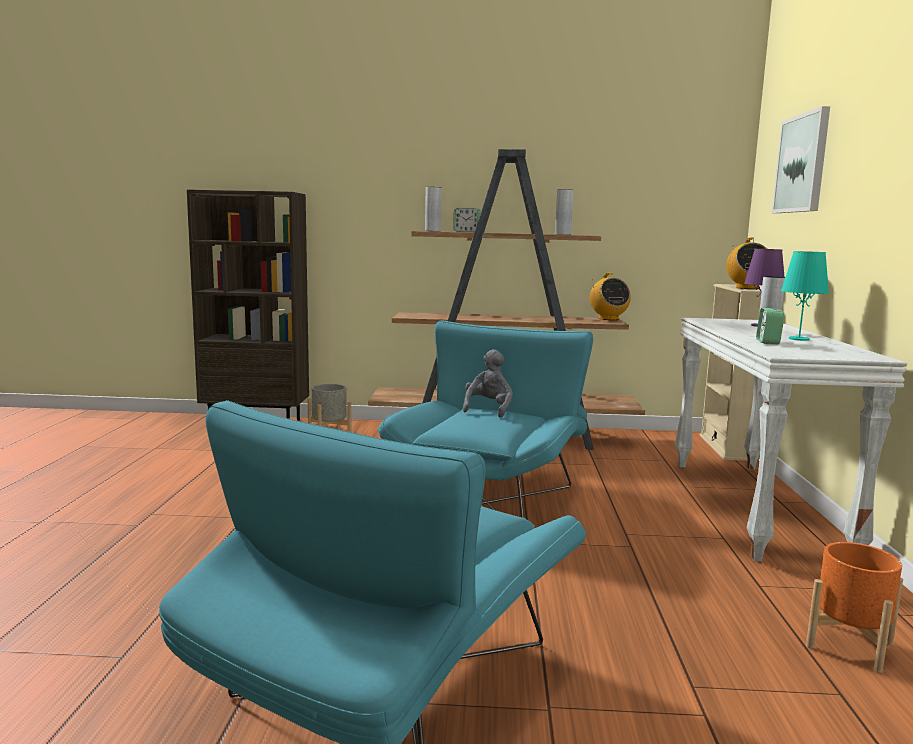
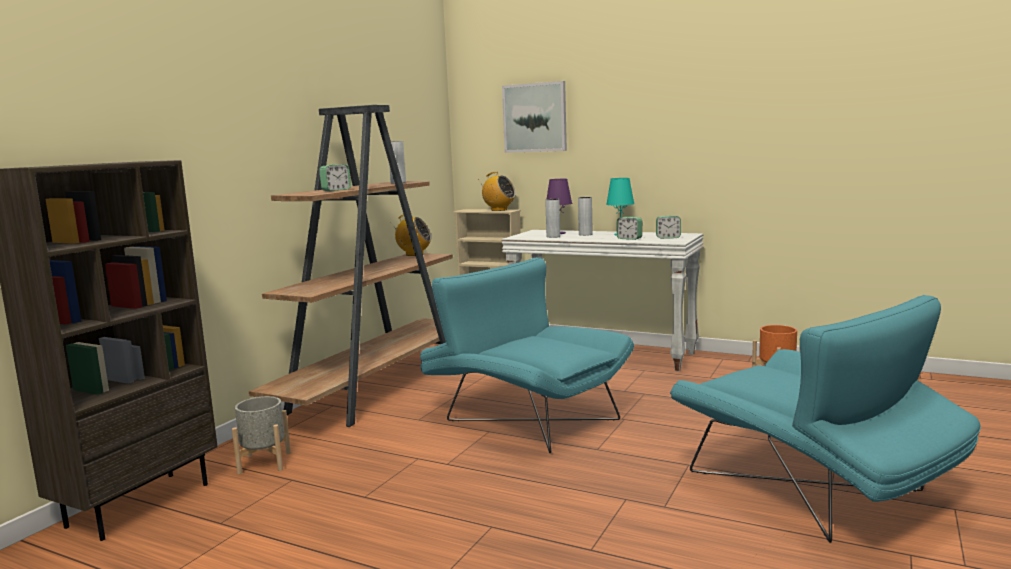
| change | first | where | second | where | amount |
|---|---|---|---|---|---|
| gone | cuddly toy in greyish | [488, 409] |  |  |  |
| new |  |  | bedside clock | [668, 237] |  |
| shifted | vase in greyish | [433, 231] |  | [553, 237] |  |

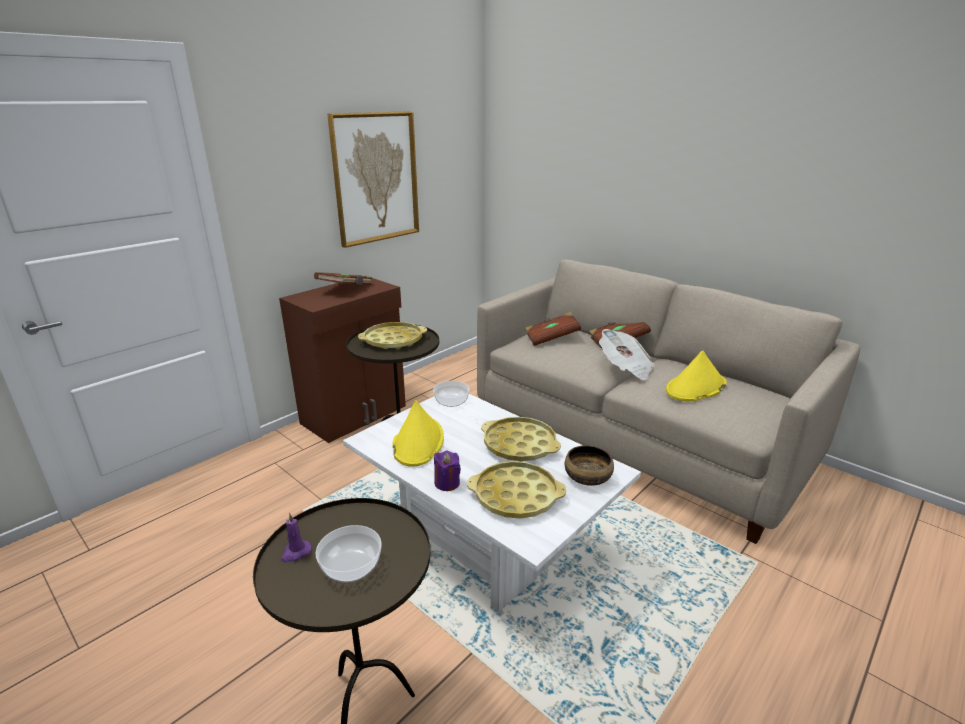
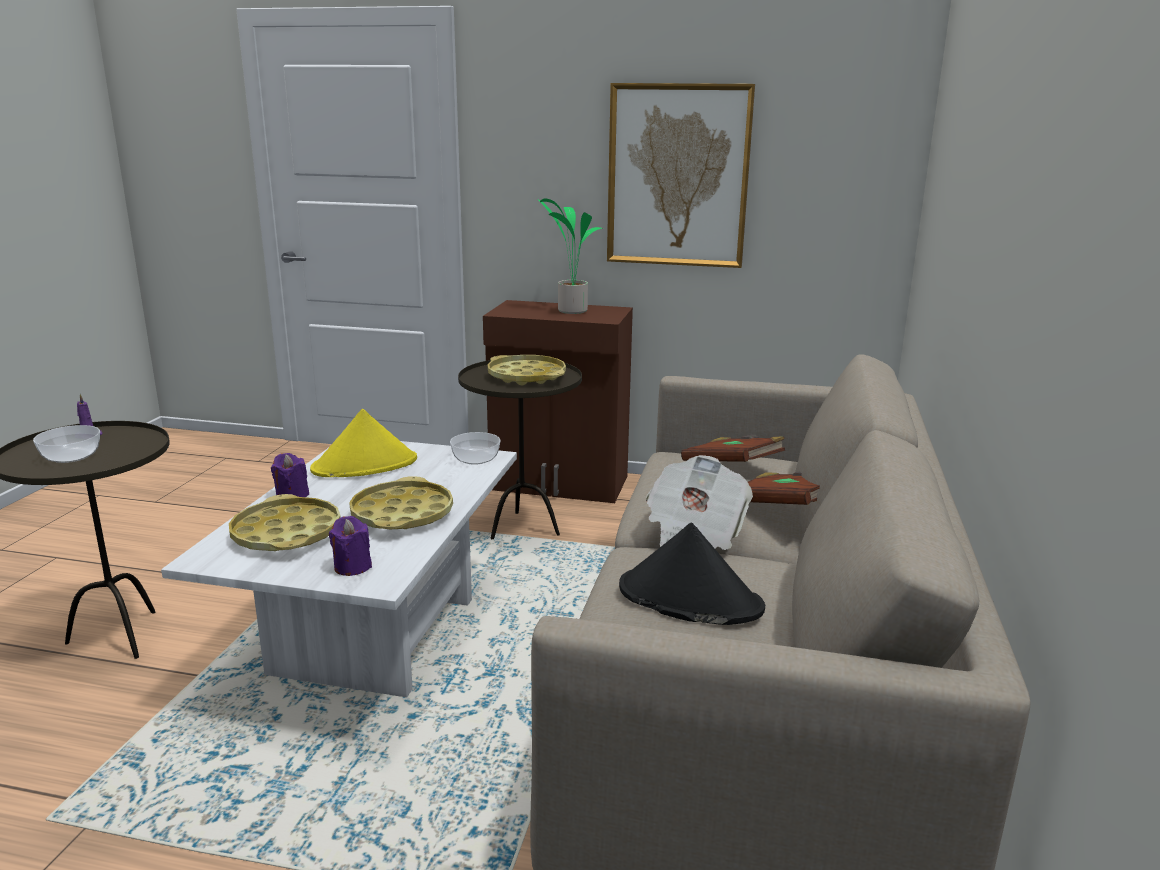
| change | first | where | second | where | amount |
|---|---|---|---|---|---|
| swapped | book in brown | [346, 289] | potted plant | [570, 311] |  |
| swapped | bowl | [587, 477] | wax light in purple | [352, 567] |  |
| repainted | hat in yellow | [695, 388] | hat in blackish | [689, 598] |  |

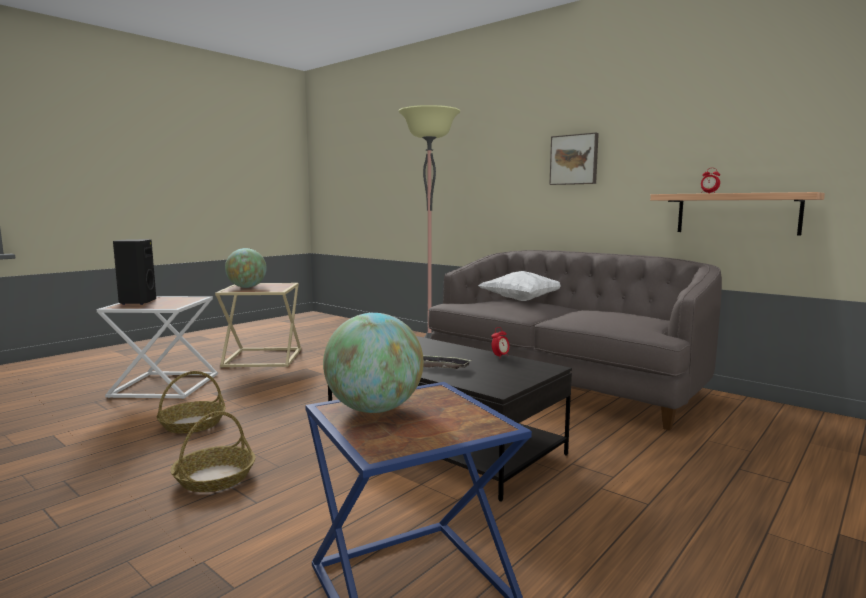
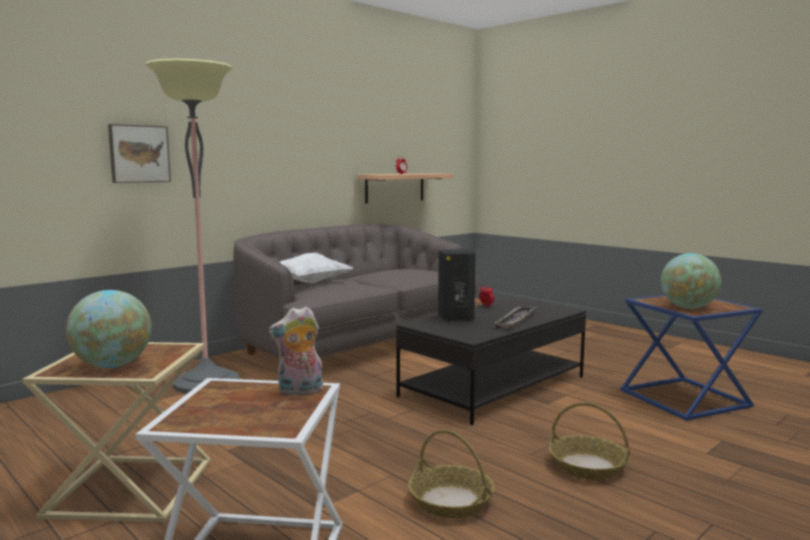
| change | first | where | second | where | amount |
|---|---|---|---|---|---|
| new |  |  | cuddly toy | [299, 392] |  |
| shifted | audio speaker in blackish | [137, 302] |  | [457, 318] |  |
| shifted | wall art | [574, 159] |  | [139, 154] |  |

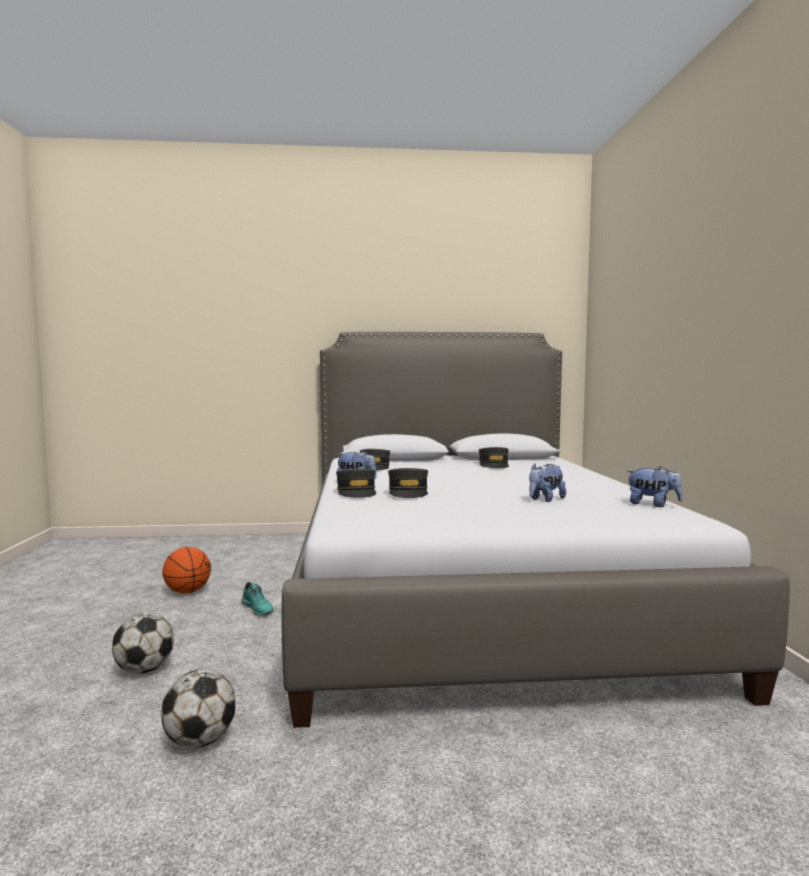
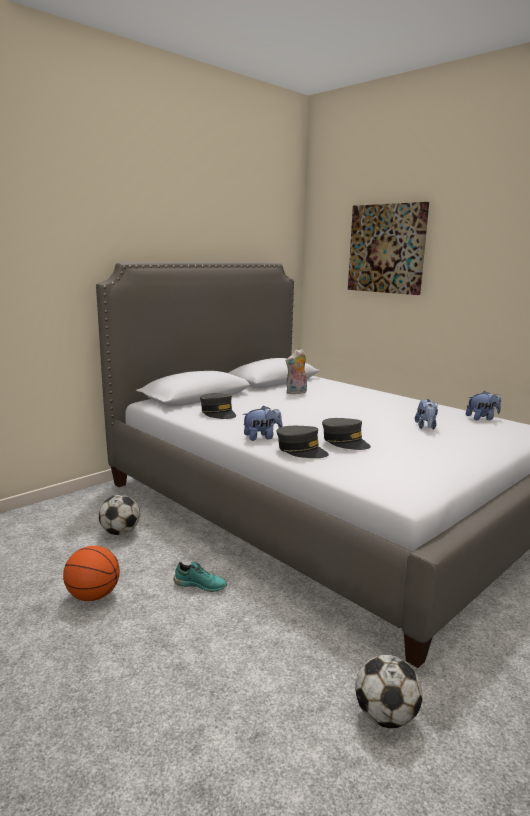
| change | first | where | second | where | amount |
|---|---|---|---|---|---|
| new |  |  | wall art | [387, 249] |  |
| shifted | football ball | [145, 670] |  | [120, 532] |  |
| swapped | baseball cap in greyish | [494, 465] | cuddly toy | [296, 393] |  |

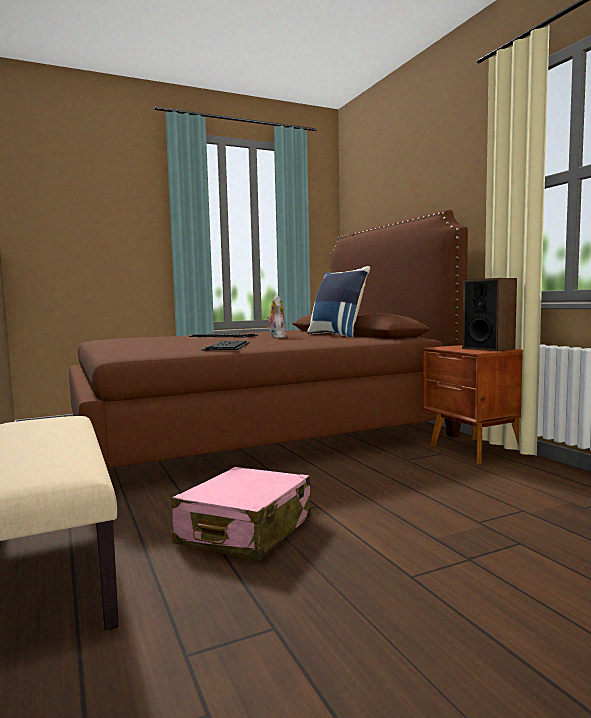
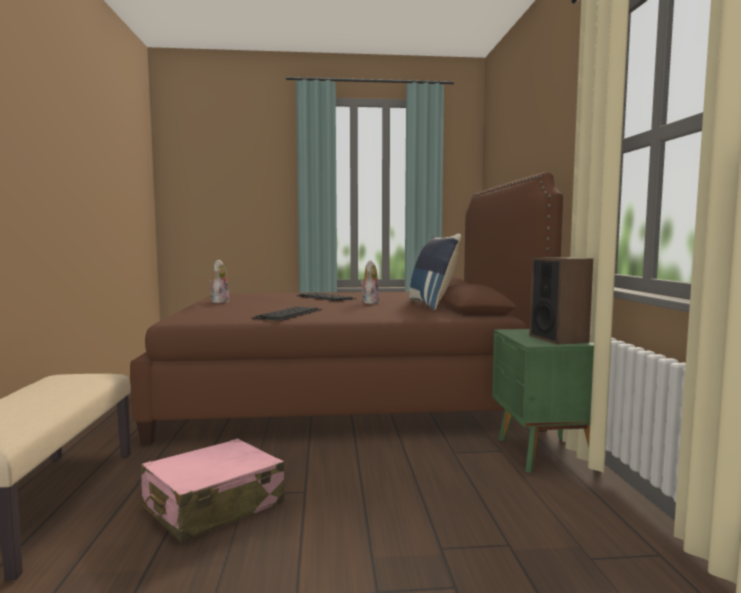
| change | first | where | second | where | amount |
|---|---|---|---|---|---|
| new |  |  | cuddly toy | [219, 302] |  |
| repainted | nightstand in brown | [476, 451] | nightstand in green-coloured | [544, 454] |  |

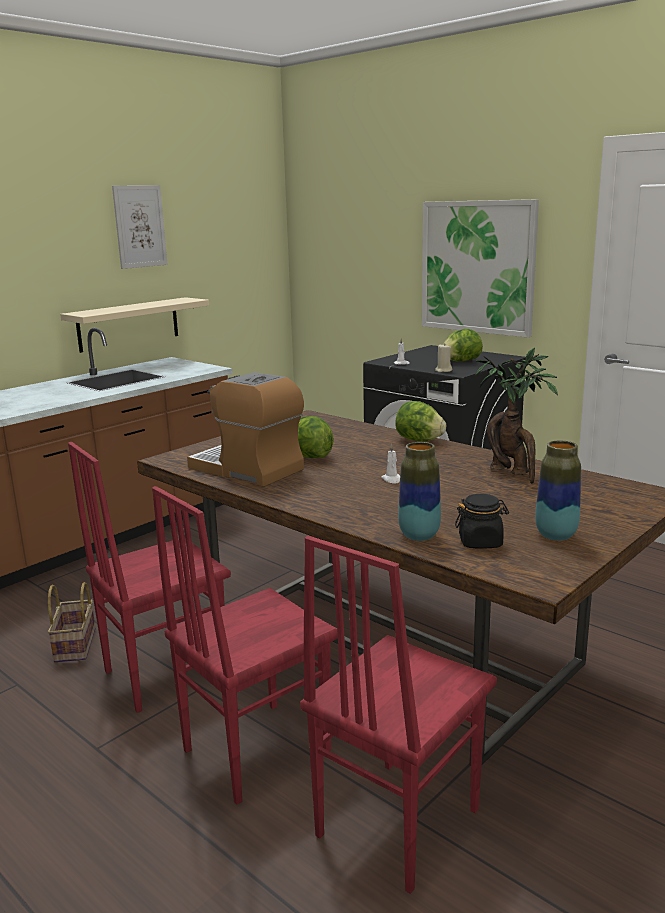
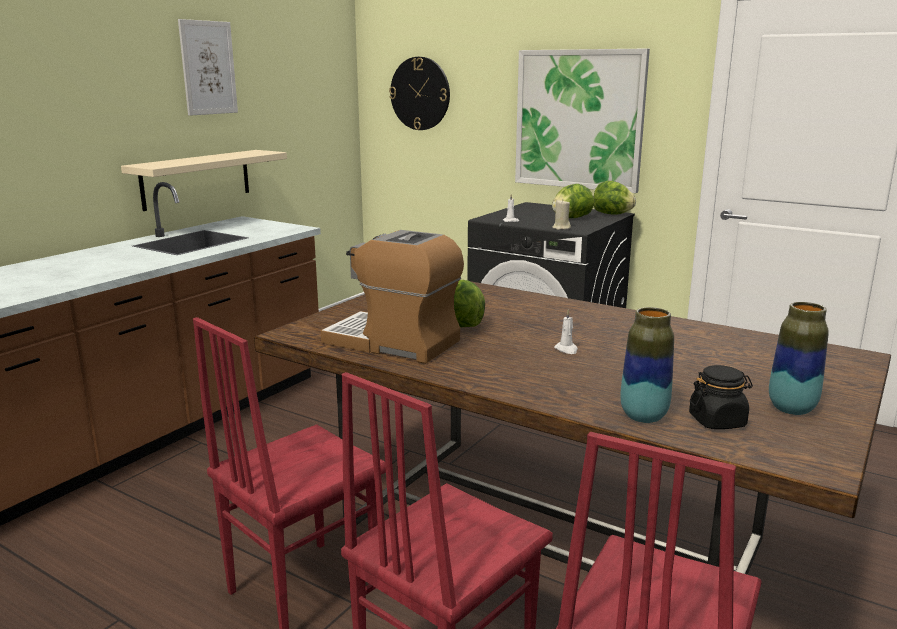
| change | first | where | second | where | amount |
|---|---|---|---|---|---|
| gone | storage basket | [76, 646] |  |  |  |
| gone | potted plant | [512, 473] |  |  |  |
| new |  |  | wall clock | [420, 93] |  |
| shifted | lettuce head | [419, 440] |  | [612, 214] |  |

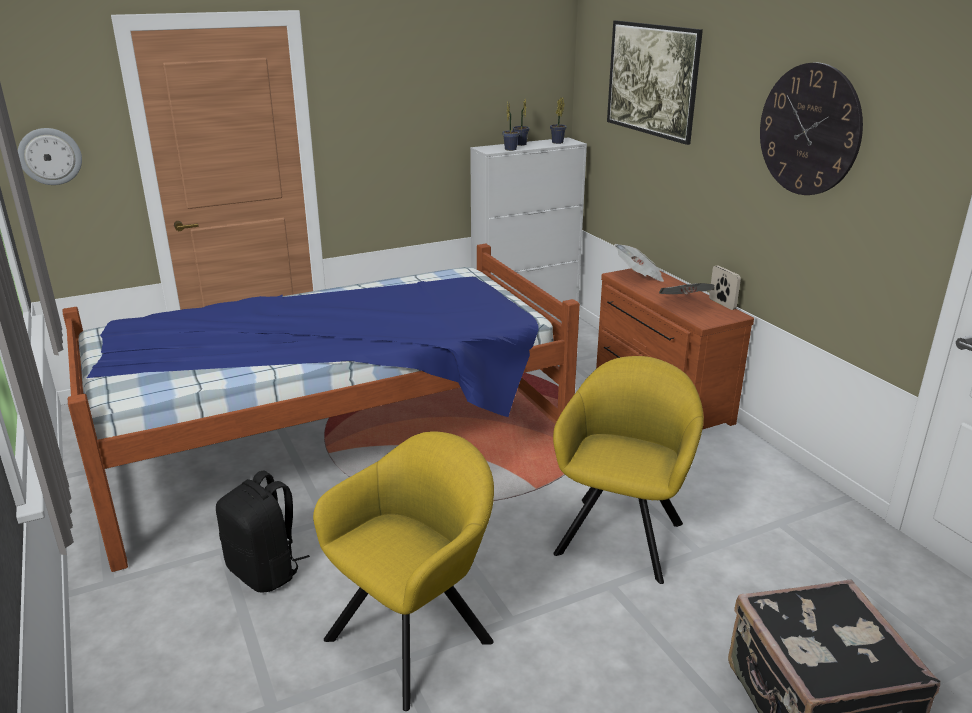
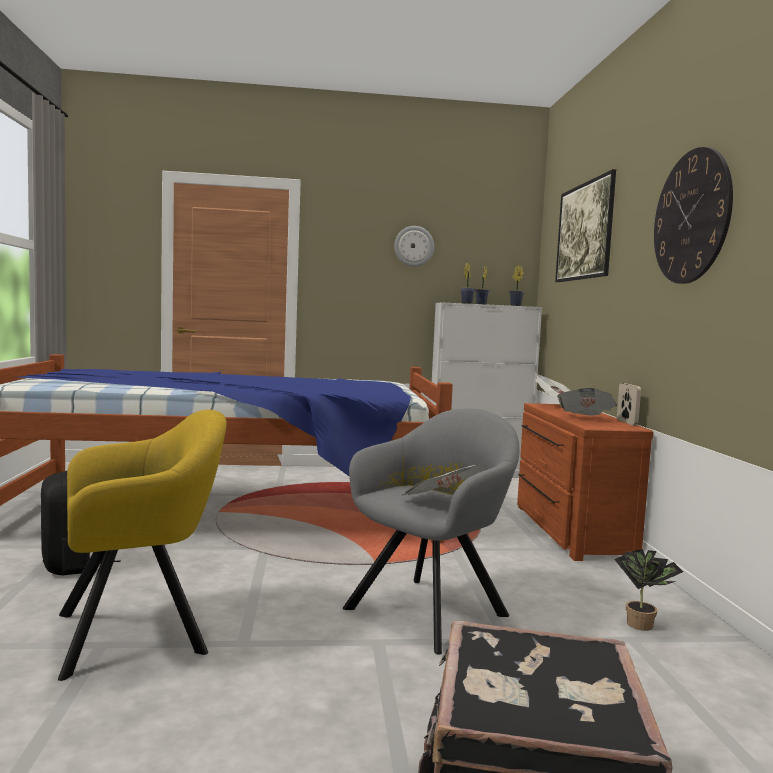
| change | first | where | second | where | amount |
|---|---|---|---|---|---|
| new |  |  | printed paper | [442, 502] |  |
| new |  |  | potted plant | [643, 624] |  |
| shifted | wall clock | [50, 156] |  | [414, 246] |  |
| repainted | armchair in yellow | [622, 533] | armchair in greyish | [432, 609] |  |

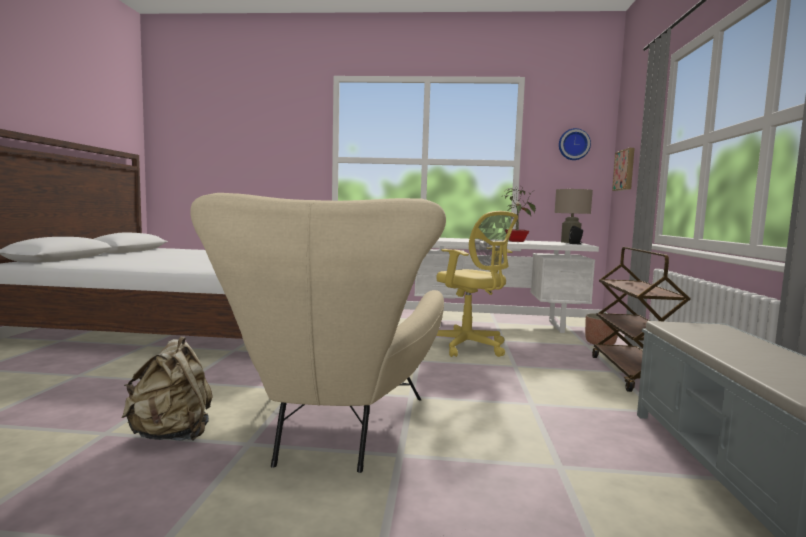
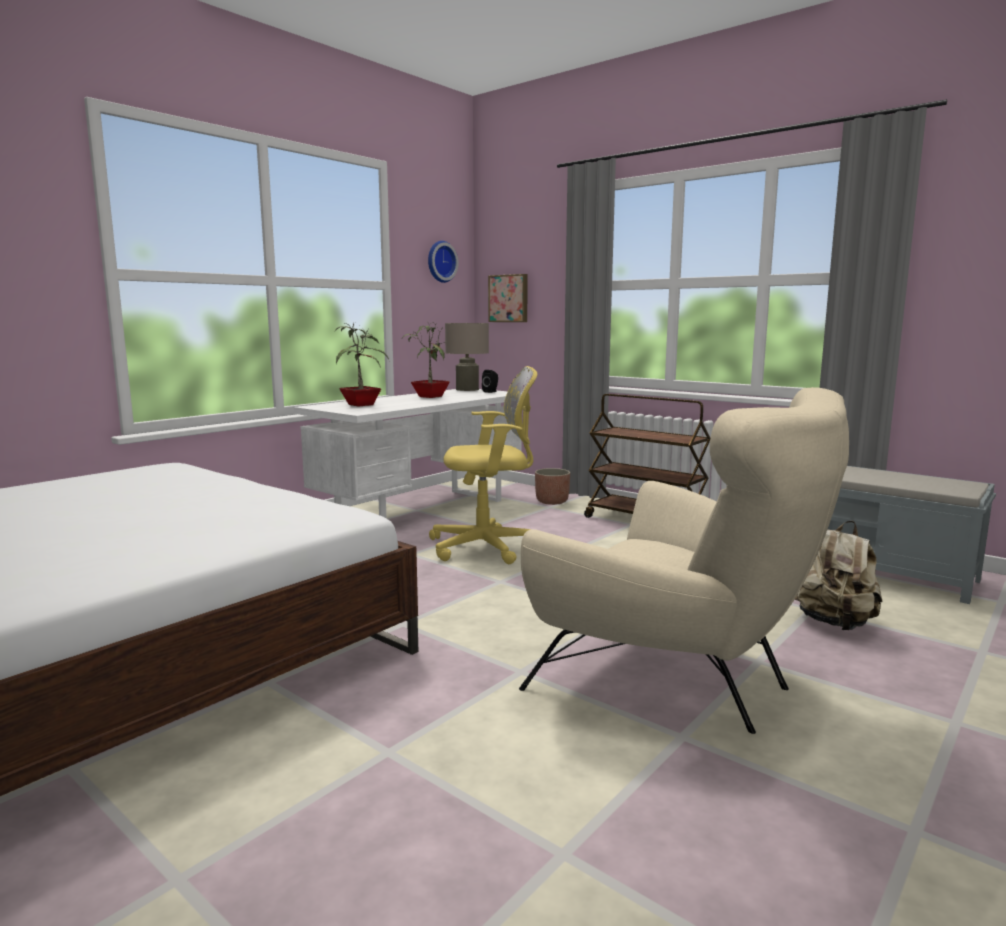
| change | first | where | second | where | amount |
|---|---|---|---|---|---|
| new |  |  | potted plant | [362, 405] |  |
| shifted | rucksack in beige | [172, 435] |  | [835, 623] |  |

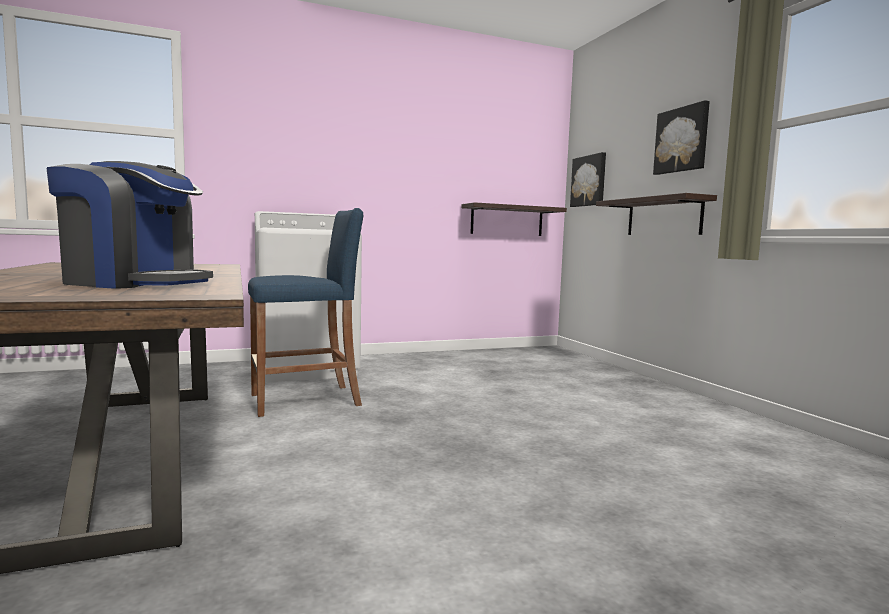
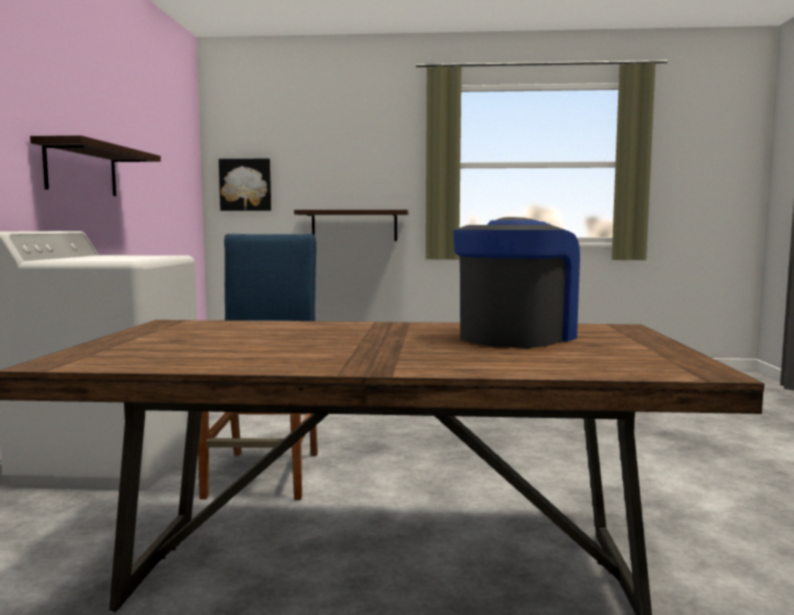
| change | first | where | second | where | amount |
|---|---|---|---|---|---|
| gone | wall art | [682, 140] |  |  |  |
| shifted | shelf | [507, 220] |  | [81, 170] |  |

